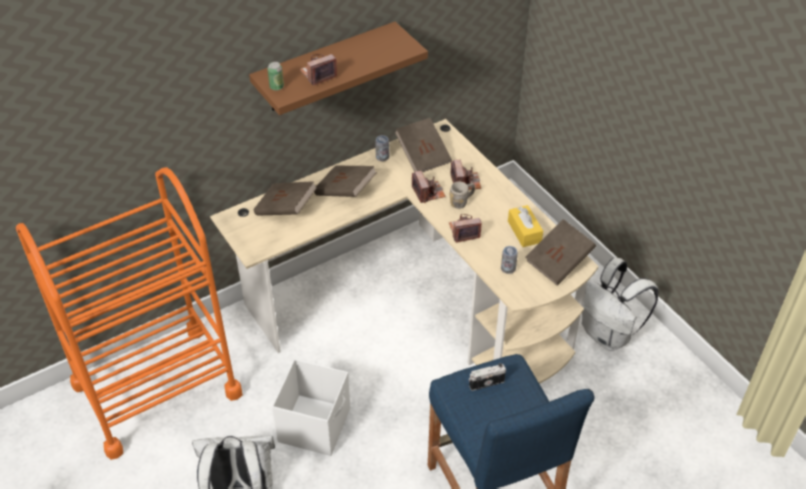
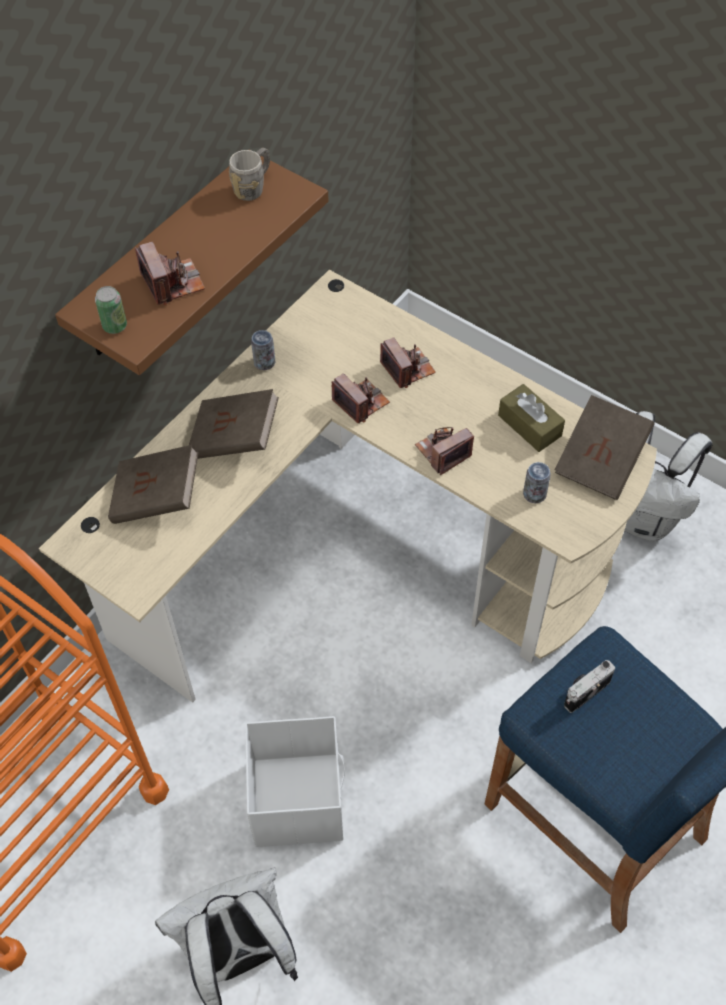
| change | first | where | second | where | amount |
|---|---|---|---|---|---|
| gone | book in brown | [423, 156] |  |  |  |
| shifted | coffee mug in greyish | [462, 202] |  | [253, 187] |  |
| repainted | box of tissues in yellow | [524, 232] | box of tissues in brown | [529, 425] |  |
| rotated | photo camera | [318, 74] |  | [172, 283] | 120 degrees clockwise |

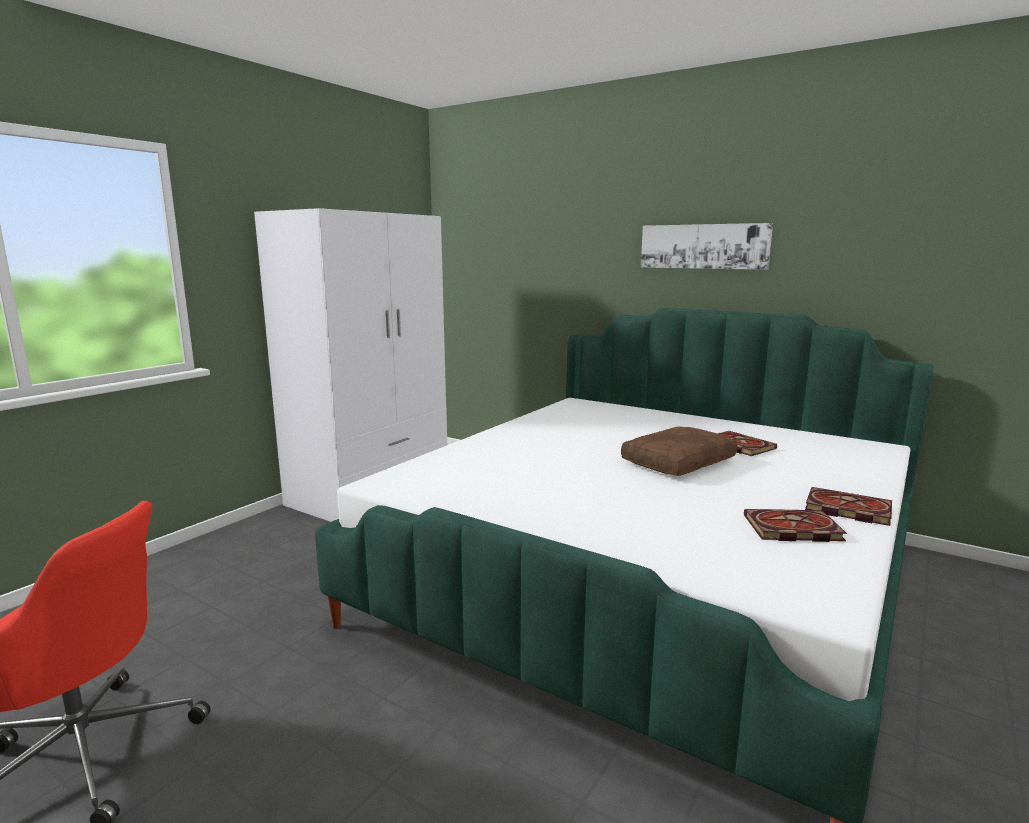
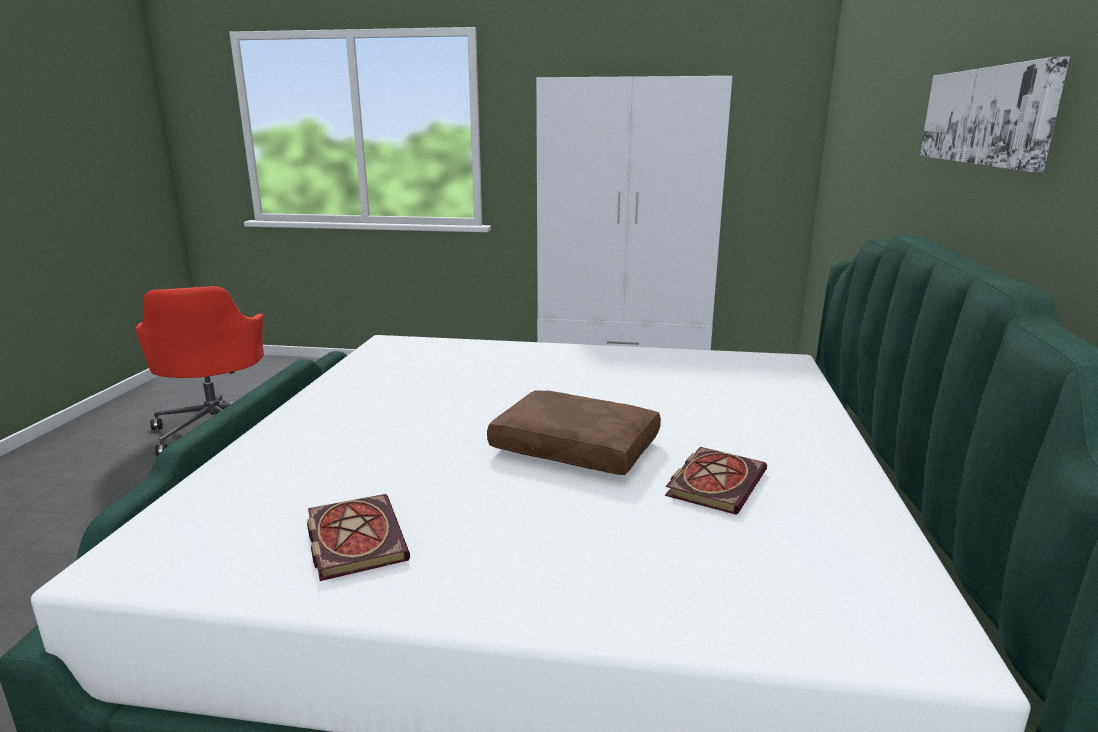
| change | first | where | second | where | amount |
|---|---|---|---|---|---|
| gone | book | [845, 509] |  |  |  |

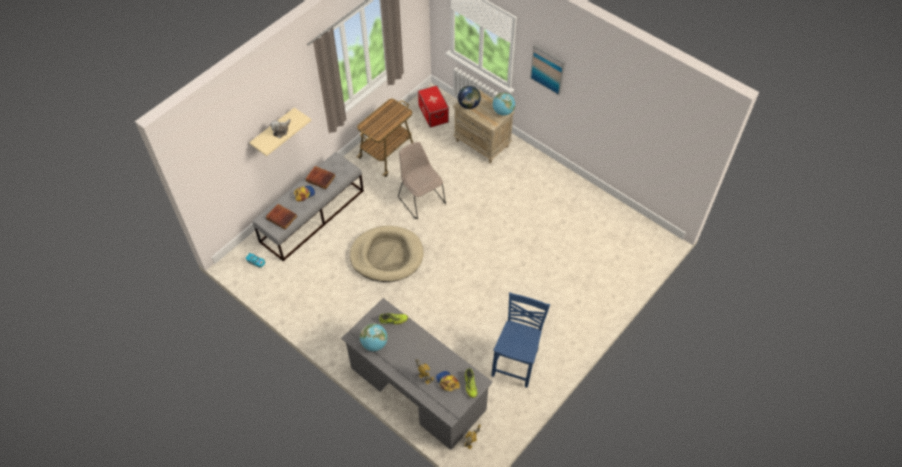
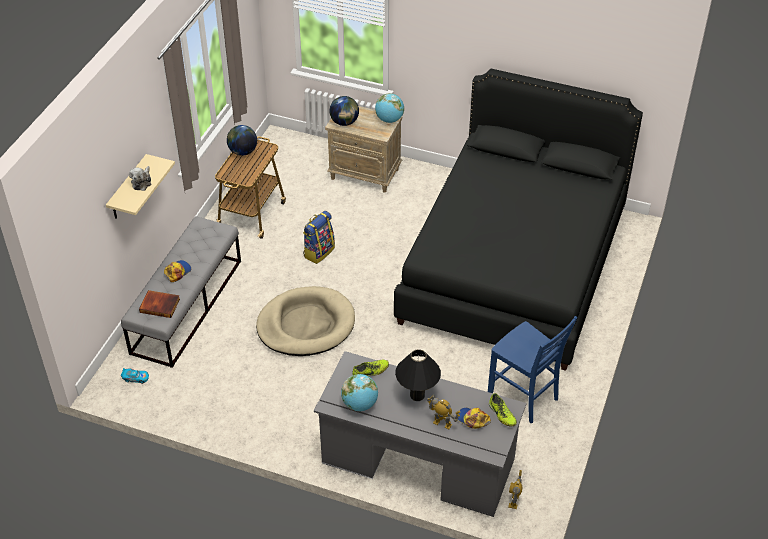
| change | first | where | second | where | amount |
|---|---|---|---|---|---|
| gone | book | [321, 178] |  |  |  |
| gone | storage container | [433, 113] |  |  |  |
| gone | wall art | [548, 69] |  |  |  |
| new |  |  | world globe | [243, 151] |  |
| new |  |  | bedroom bed in blackish | [514, 265] |  |
| new |  |  | table lamp in blackish | [417, 395] |  |
| swapped | plain chair in beige | [421, 199] | rucksack | [318, 252] |  |
| rotated | plain chair in blue | [516, 363] |  | [524, 397] | 135 degrees clockwise |

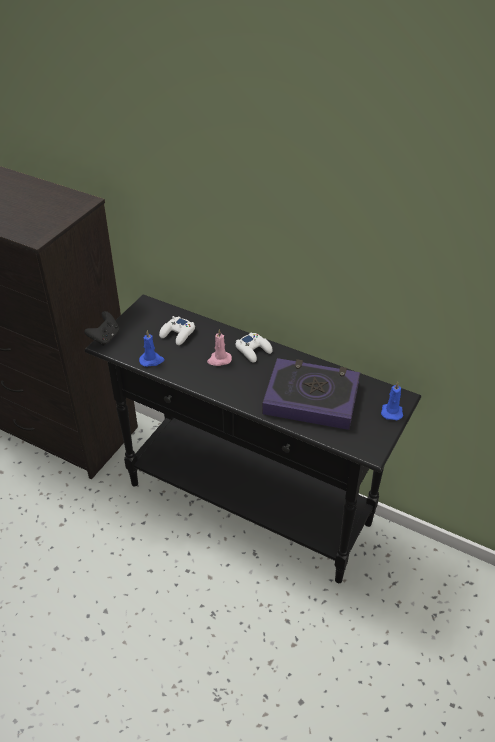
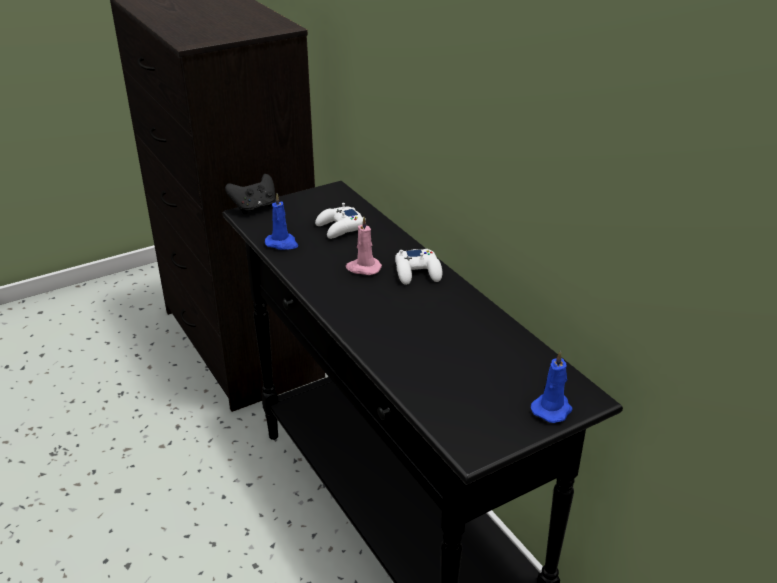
| change | first | where | second | where | amount |
|---|---|---|---|---|---|
| gone | book | [311, 398] |  |  |  |

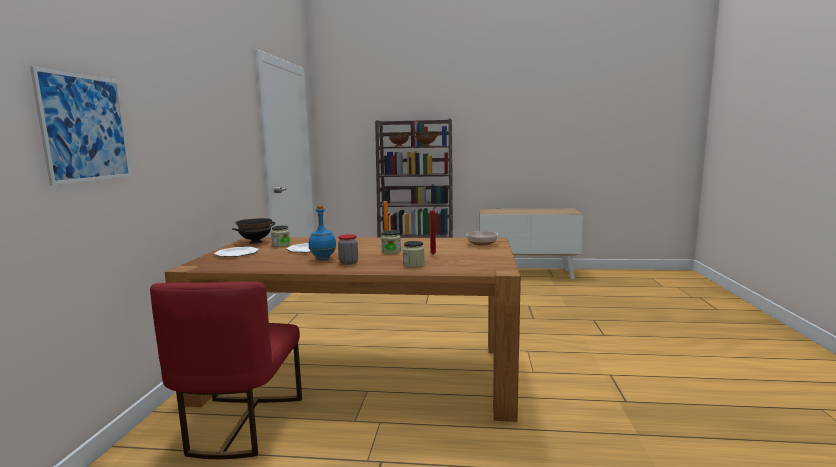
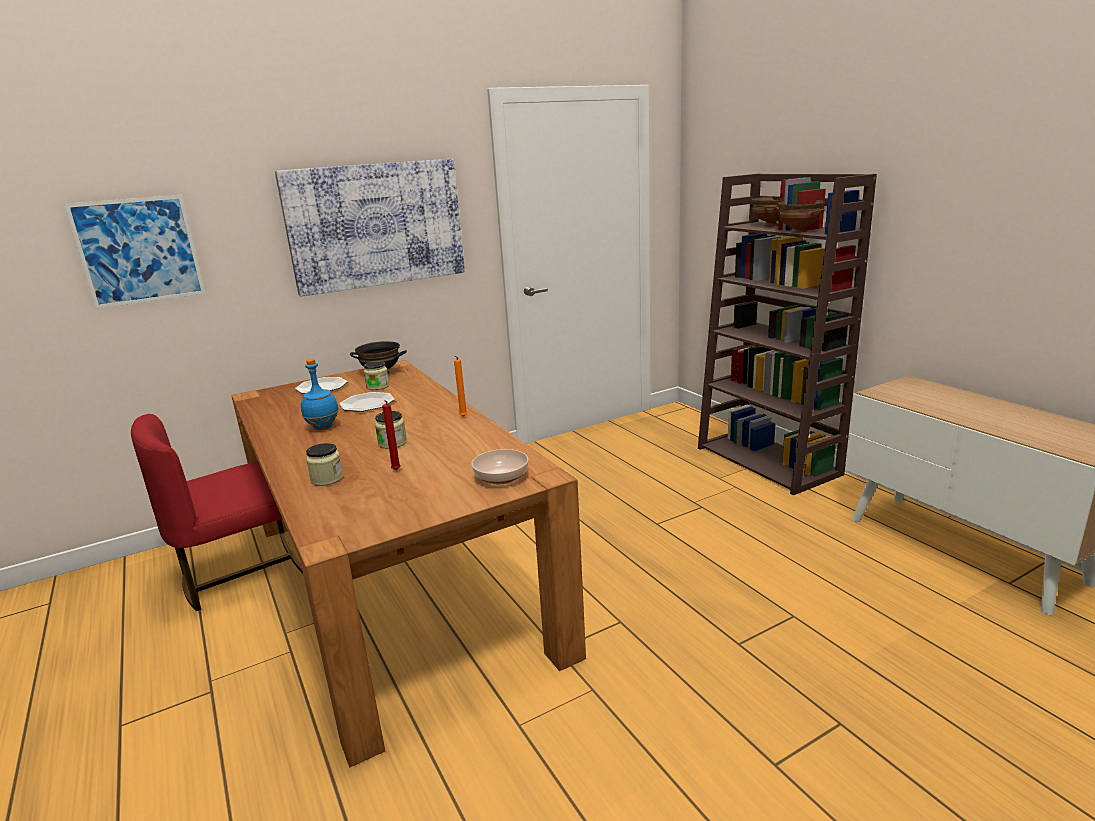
| change | first | where | second | where | amount |
|---|---|---|---|---|---|
| gone | preserve jar | [348, 263] |  |  |  |
| new |  |  | wall art | [375, 225] |  |

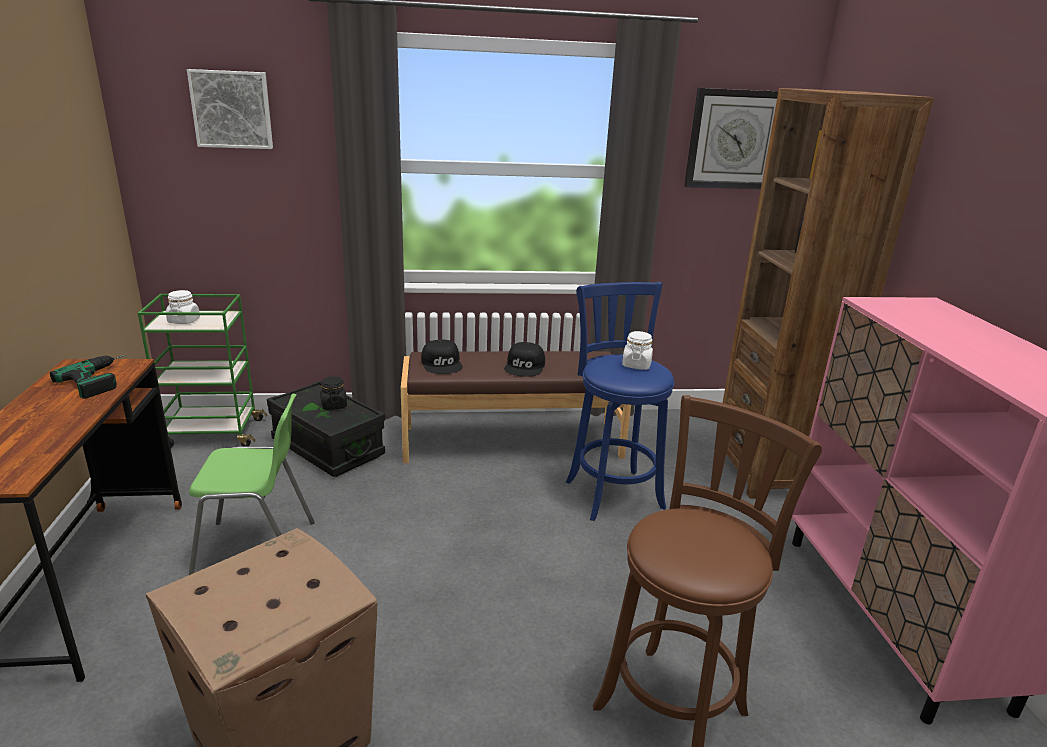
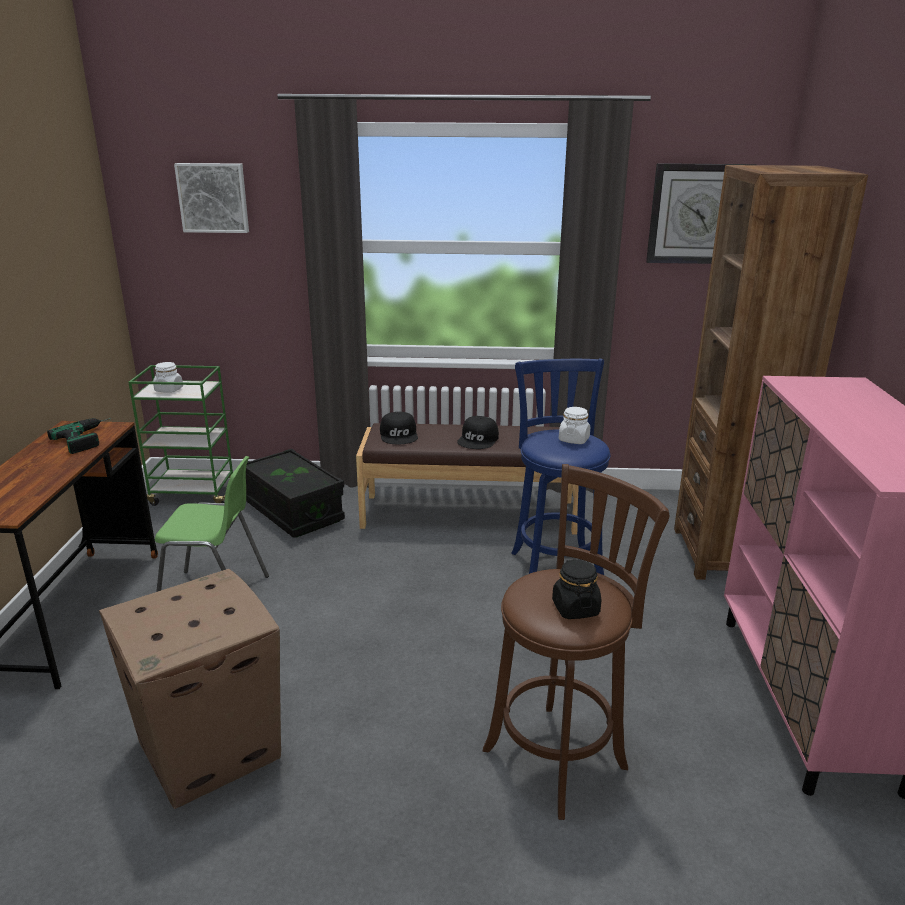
| change | first | where | second | where | amount |
|---|---|---|---|---|---|
| shifted | preserve jar in blackish | [334, 405] |  | [575, 608] |  |

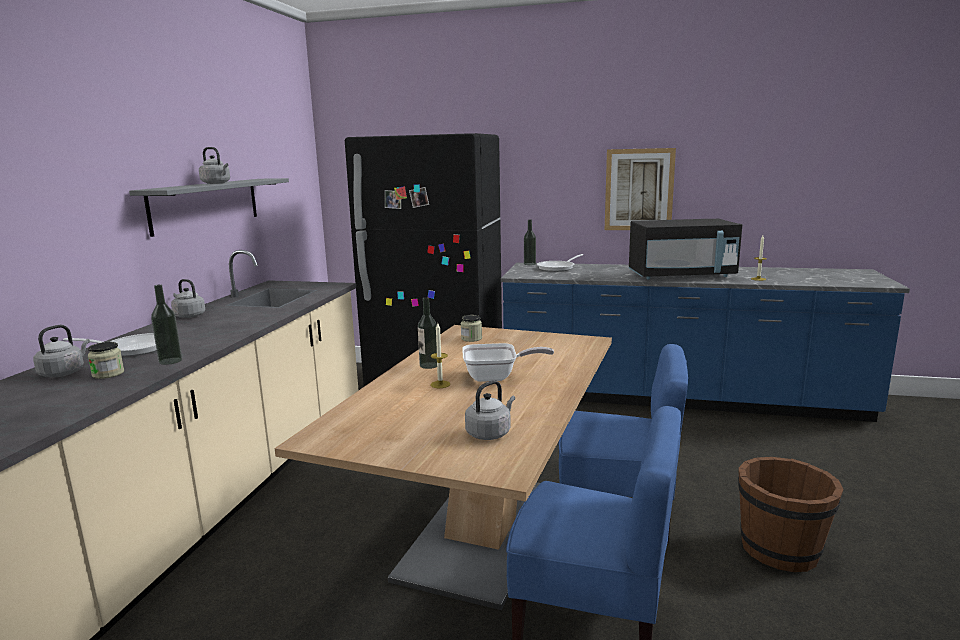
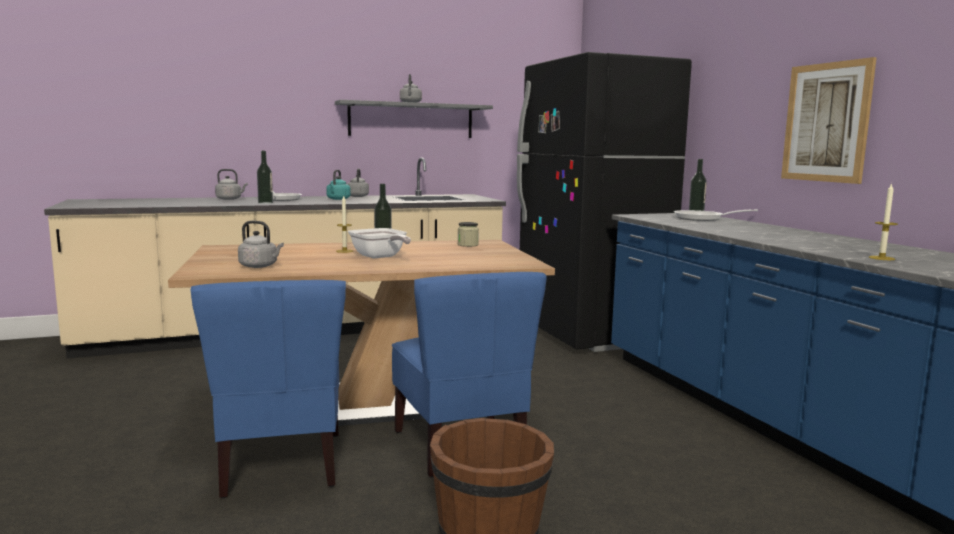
| change | first | where | second | where | amount |
|---|---|---|---|---|---|
| gone | preserve jar | [108, 374] |  |  |  |
| gone | microwave in blackish | [681, 276] |  |  |  |
| new |  |  | tea kettle in turquoise-coloured | [338, 199] |  |

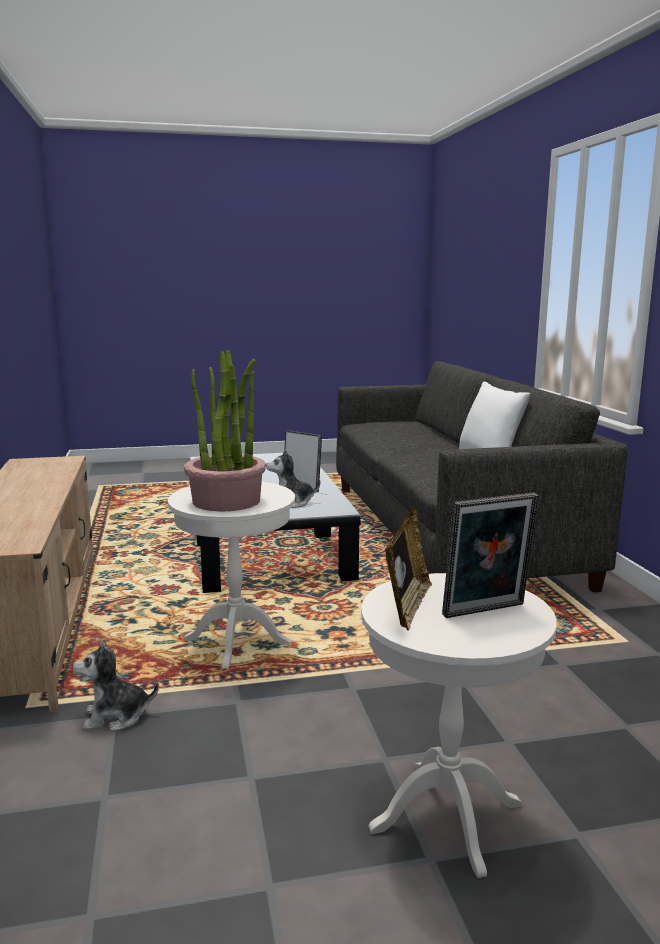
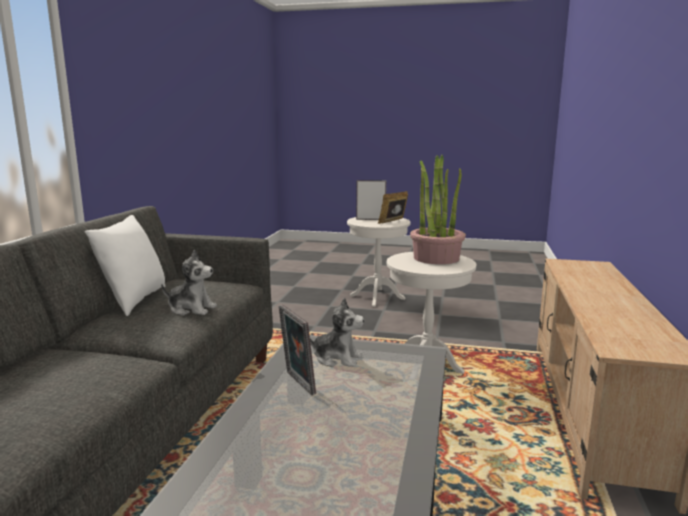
| change | first | where | second | where | amount |
|---|---|---|---|---|---|
| shifted | cuddly toy | [115, 717] |  | [191, 309] |  |

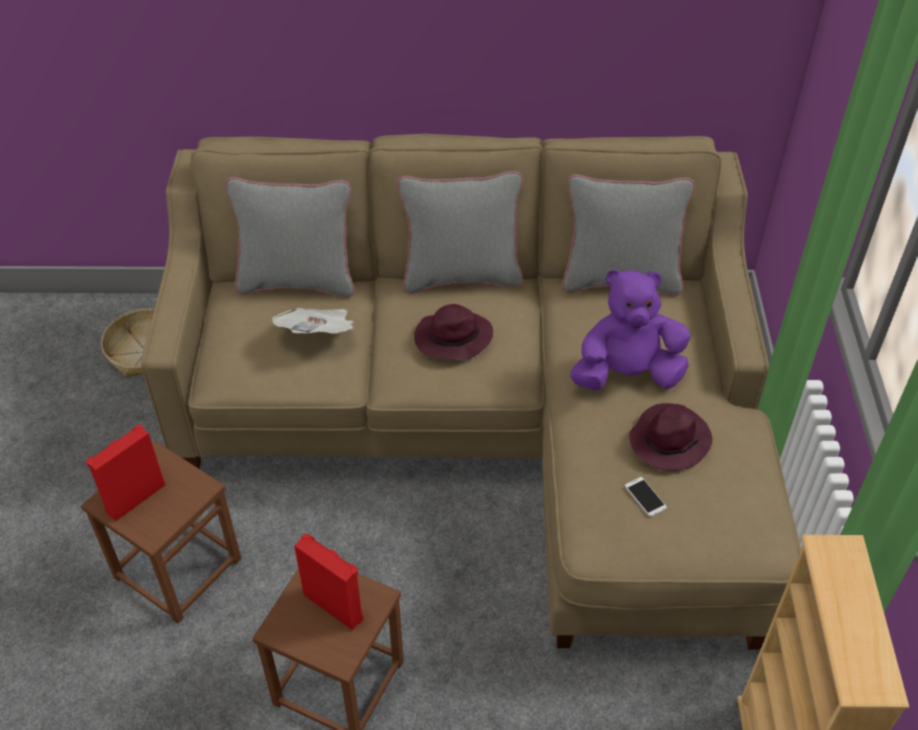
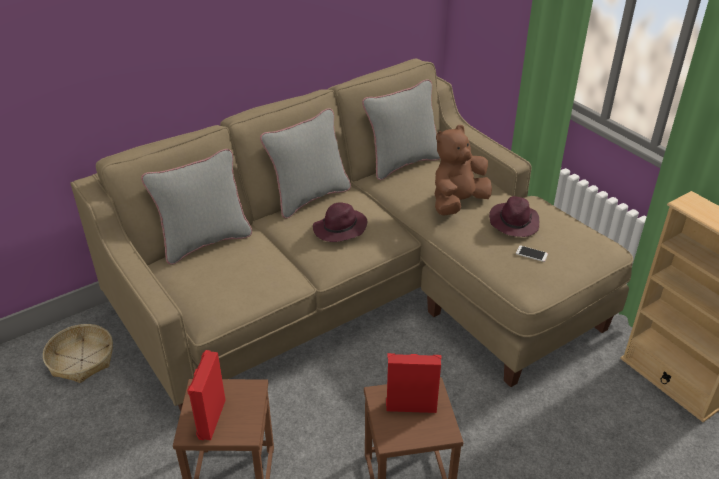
| change | first | where | second | where | amount |
|---|---|---|---|---|---|
| gone | printed paper | [318, 335] |  |  |  |
| repainted | cuddly toy in purple | [626, 374] | cuddly toy in brown | [457, 203] |  |

